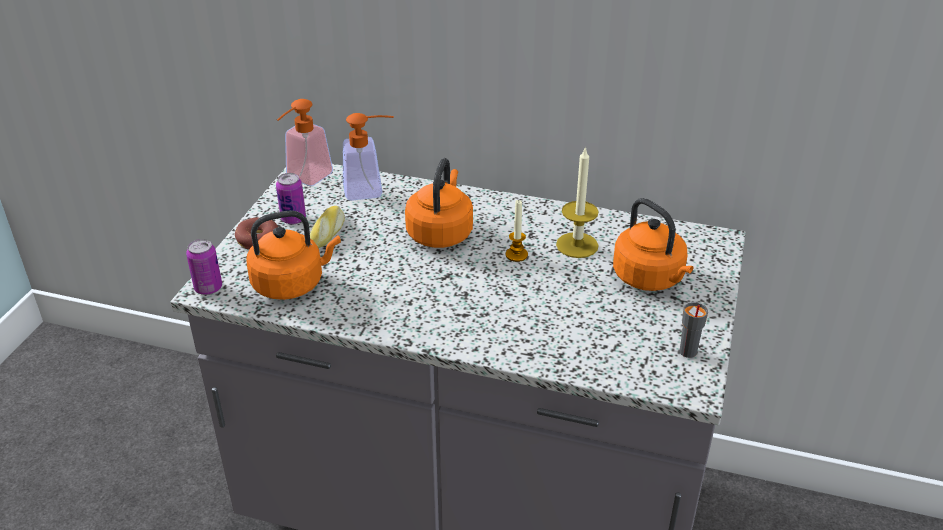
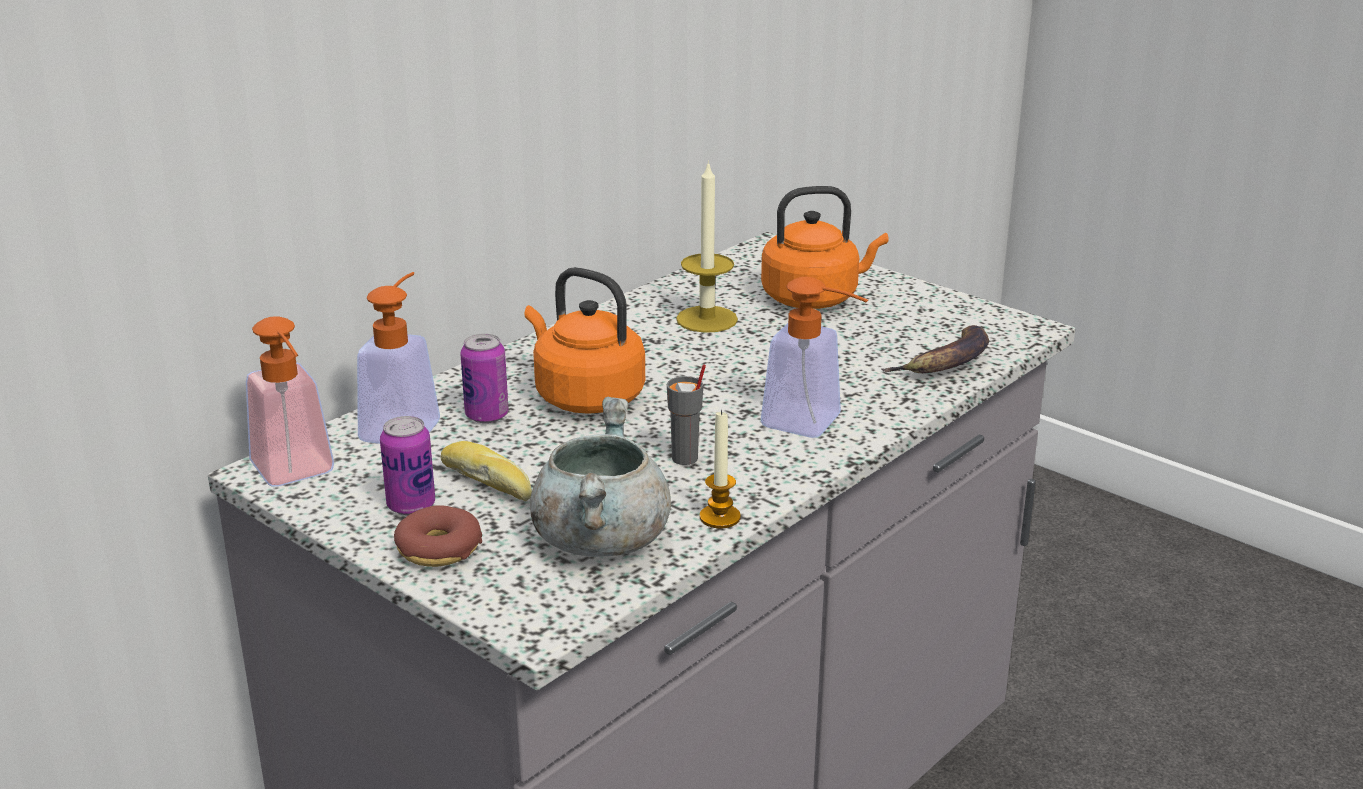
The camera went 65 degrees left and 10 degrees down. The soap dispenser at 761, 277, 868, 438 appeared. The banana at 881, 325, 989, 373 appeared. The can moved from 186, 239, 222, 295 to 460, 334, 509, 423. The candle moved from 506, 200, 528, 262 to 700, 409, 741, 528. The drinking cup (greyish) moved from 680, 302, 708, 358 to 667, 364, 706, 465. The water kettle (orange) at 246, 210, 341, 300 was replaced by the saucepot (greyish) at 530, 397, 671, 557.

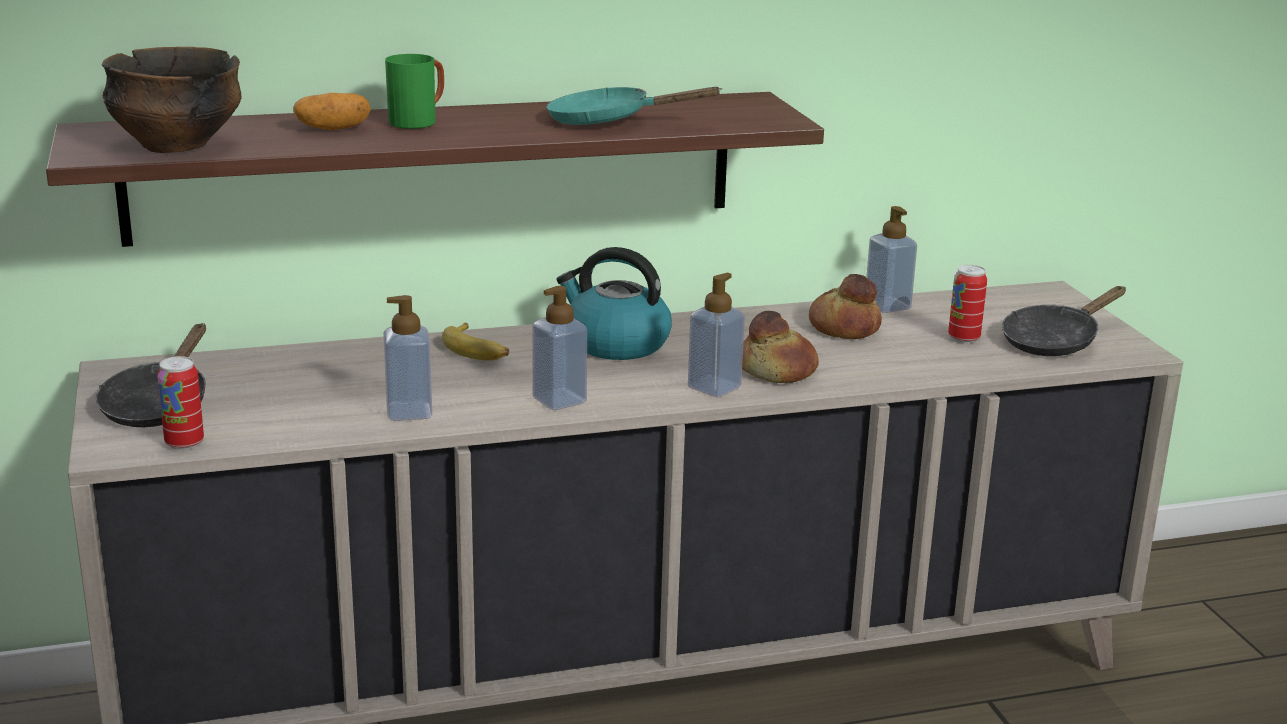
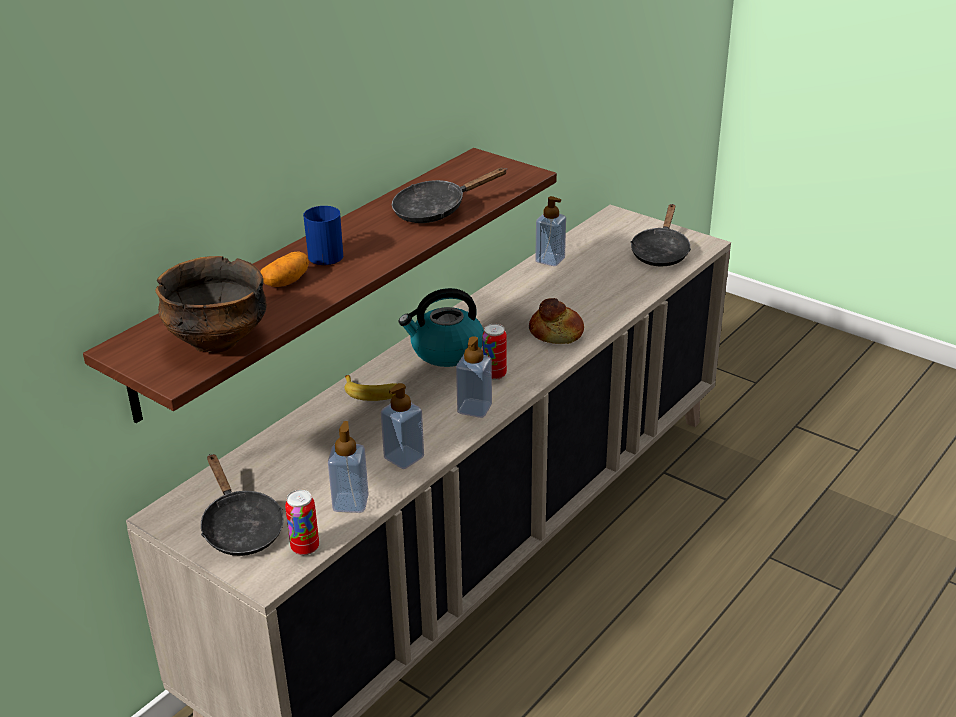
The camera went 35 degrees left and 10 degrees up. The baked bread at 809, 274, 882, 339 disappeared. The soap dispenser moved from 688, 273, 745, 397 to 328, 421, 369, 513. The can moved from 948, 265, 987, 343 to 482, 324, 507, 380. The coffee mug (greenish) at 385, 54, 444, 129 became the coffee mug (blue-coloured) at 303, 206, 343, 265. The frying pan (turquoise) at 546, 87, 722, 125 became the frying pan (black) at 392, 167, 507, 223.

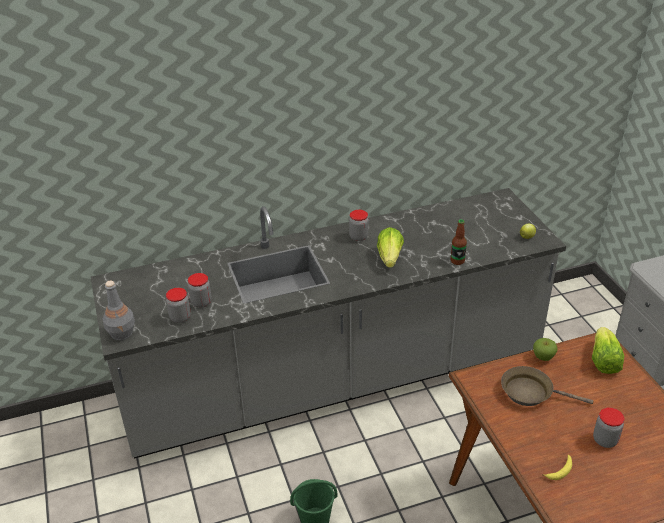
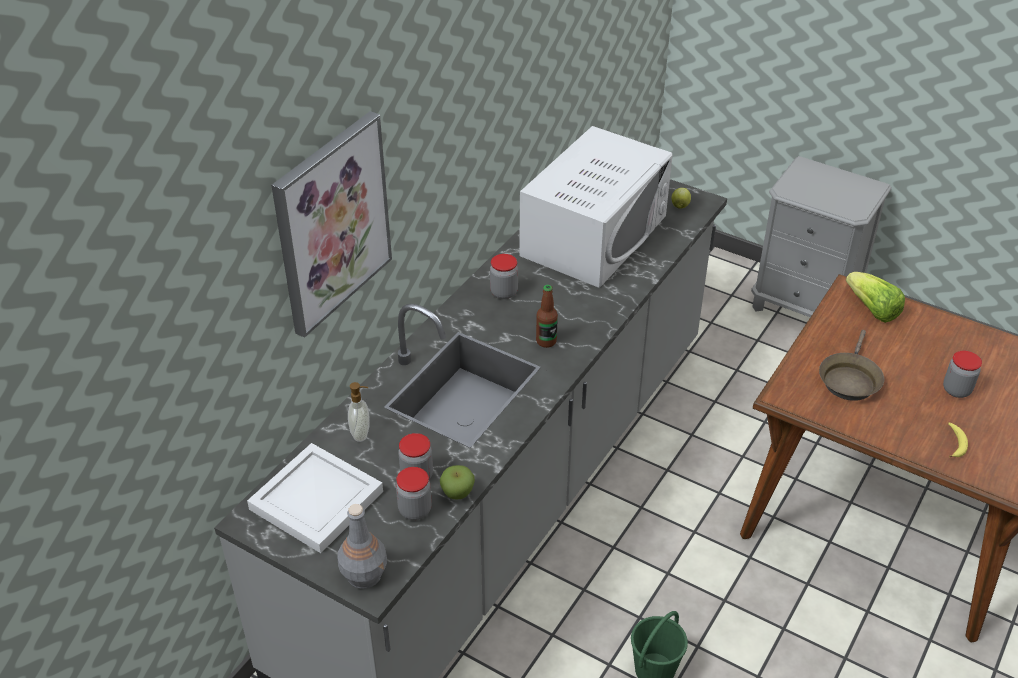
The camera went 40 degrees left and 5 degrees up. The lettuce head at 377, 227, 404, 268 disappeared. The serving tray (white-coloured) at 247, 443, 383, 553 appeared. The wall picture at 271, 111, 392, 338 appeared. The soap dispenser at 348, 382, 370, 442 appeared. The kitchen microwave (white-coloured) at 519, 126, 673, 288 appeared. The drink bottle moved from 451, 219, 467, 265 to 536, 285, 558, 348. The whole apple moved from 533, 338, 558, 361 to 440, 465, 475, 500. The frying pan (brown-coloured) at 501, 366, 593, 406 turned 45 degrees counterclockwise.

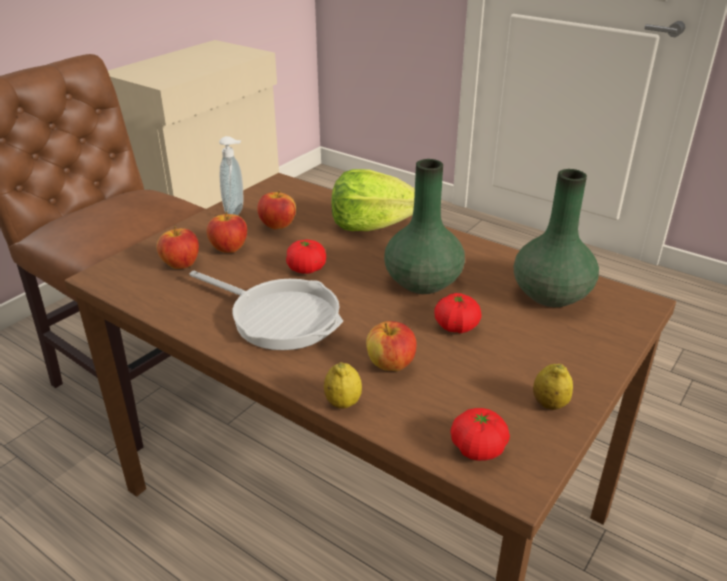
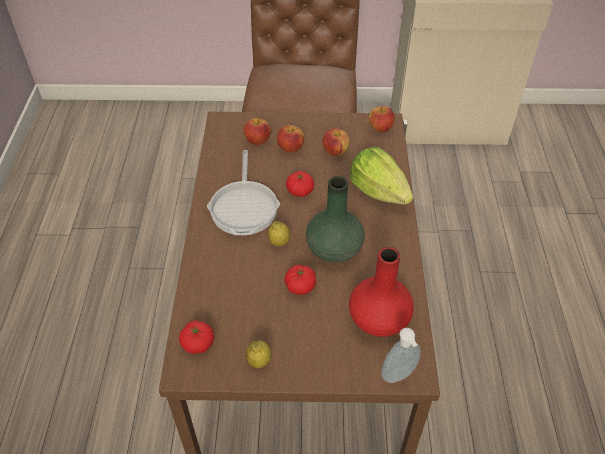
The camera went 55 degrees right and 15 degrees up. The soap dispenser moved from 219, 136, 243, 215 to 381, 328, 421, 383. The citrus fruit moved from 324, 362, 362, 409 to 268, 221, 290, 246. The whole apple moved from 366, 321, 416, 371 to 369, 106, 395, 133. The flower vase (greenish) at 513, 169, 599, 307 became the flower vase (red-coloured) at 349, 247, 414, 337.

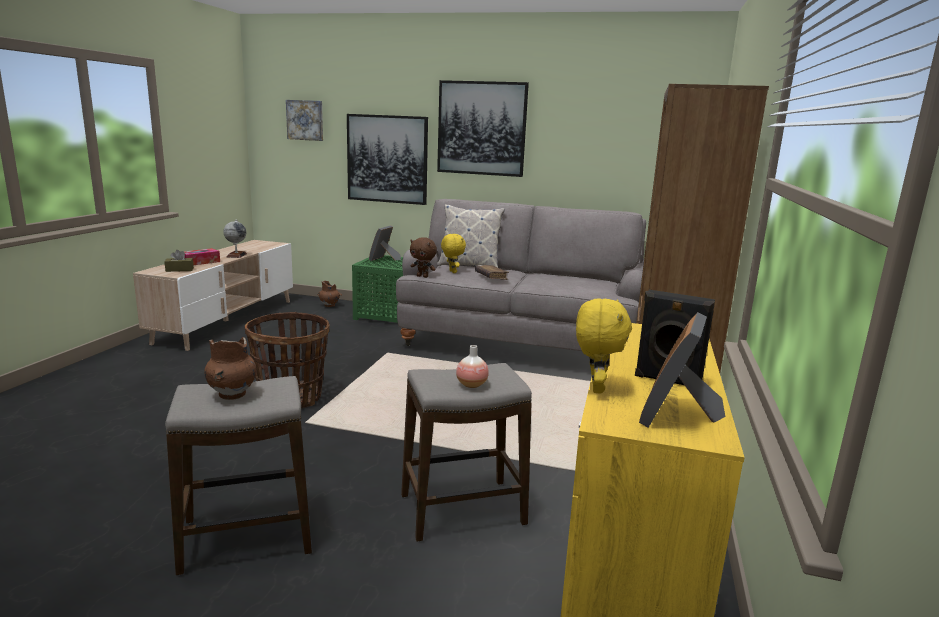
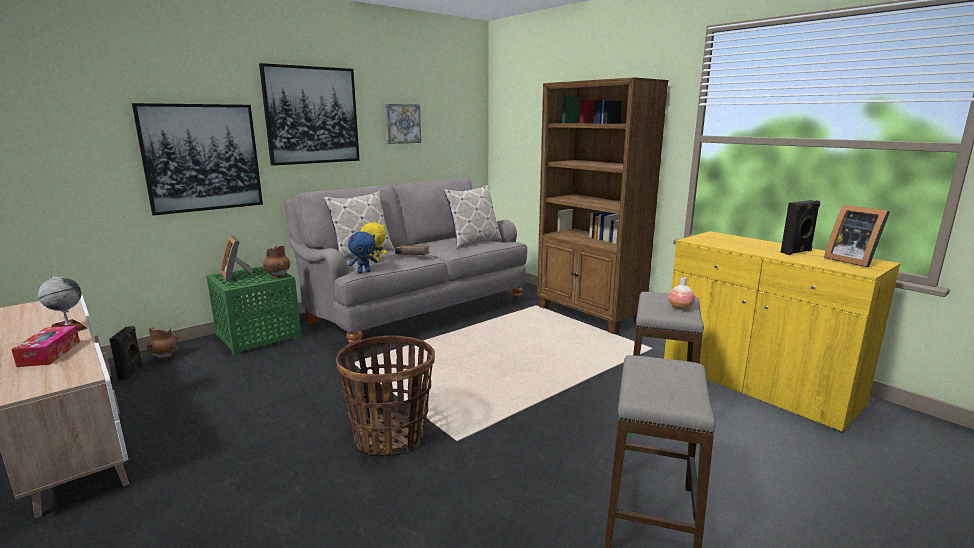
The camera went 55 degrees left and 0 degrees up. The tissue holder (brown-coloured) at 164, 250, 194, 272 disappeared. The cuddly toy (yellow) at 576, 298, 632, 394 disappeared. The audio speaker (black) at 109, 326, 143, 380 appeared. The throw pillow at 443, 185, 502, 248 appeared. The flower vase (brown-coloured) moved from 204, 337, 257, 400 to 263, 246, 290, 278. The wall picture moved from 286, 100, 323, 141 to 385, 104, 421, 144. The cuddly toy (brown-coloured) at 410, 237, 437, 278 became the cuddly toy (blue-coloured) at 348, 232, 378, 274.

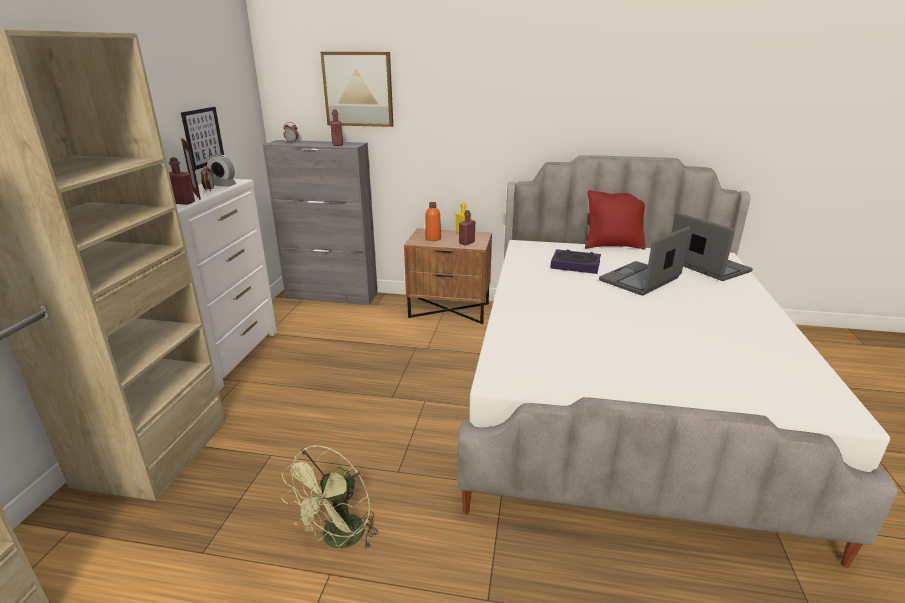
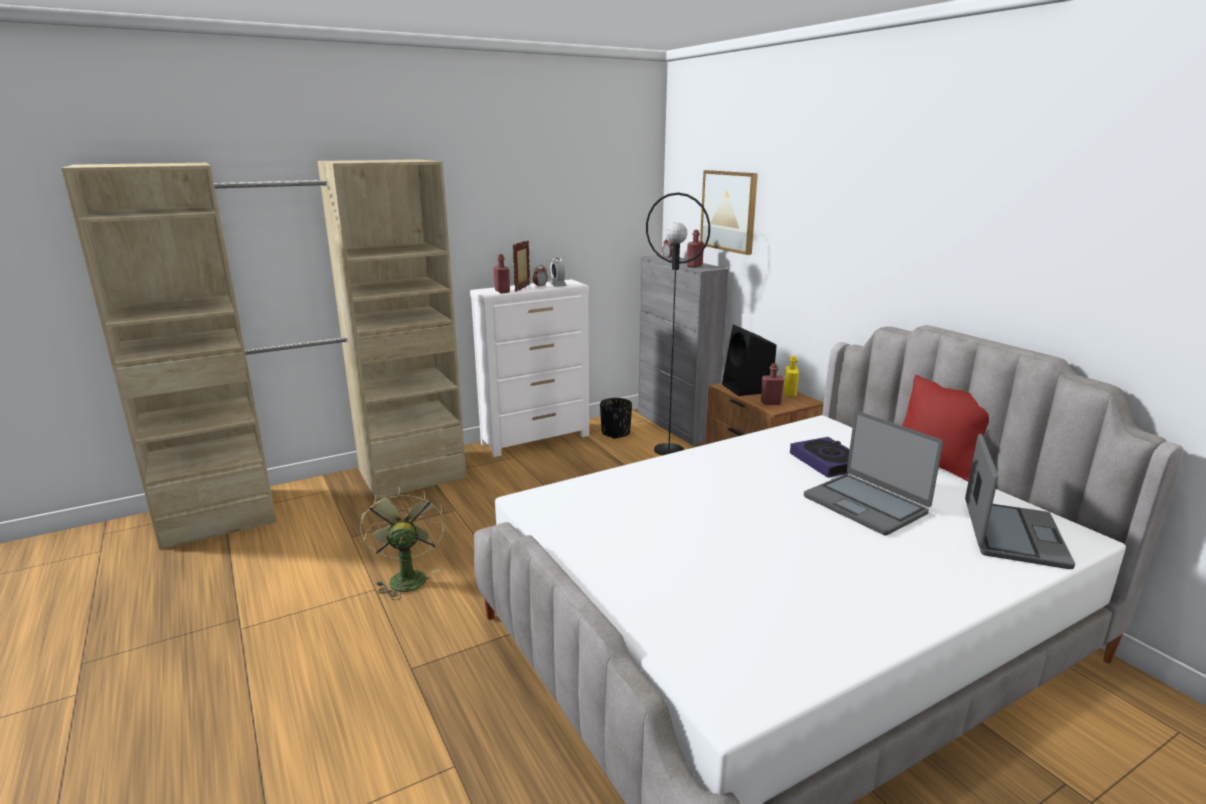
The camera went 50 degrees right and 5 degrees down. The wall picture at 181, 107, 224, 170 disappeared. The plant pot (black) at 600, 398, 632, 439 appeared. The standard lamp (black) at 646, 192, 710, 455 appeared. The drink bottle (orange) at 425, 202, 441, 241 was replaced by the audio speaker (black) at 722, 324, 777, 396. The cooling fan (greenish) at 281, 445, 379, 550 turned 90 degrees clockwise. The laptop at 599, 226, 691, 296 turned 135 degrees counterclockwise.

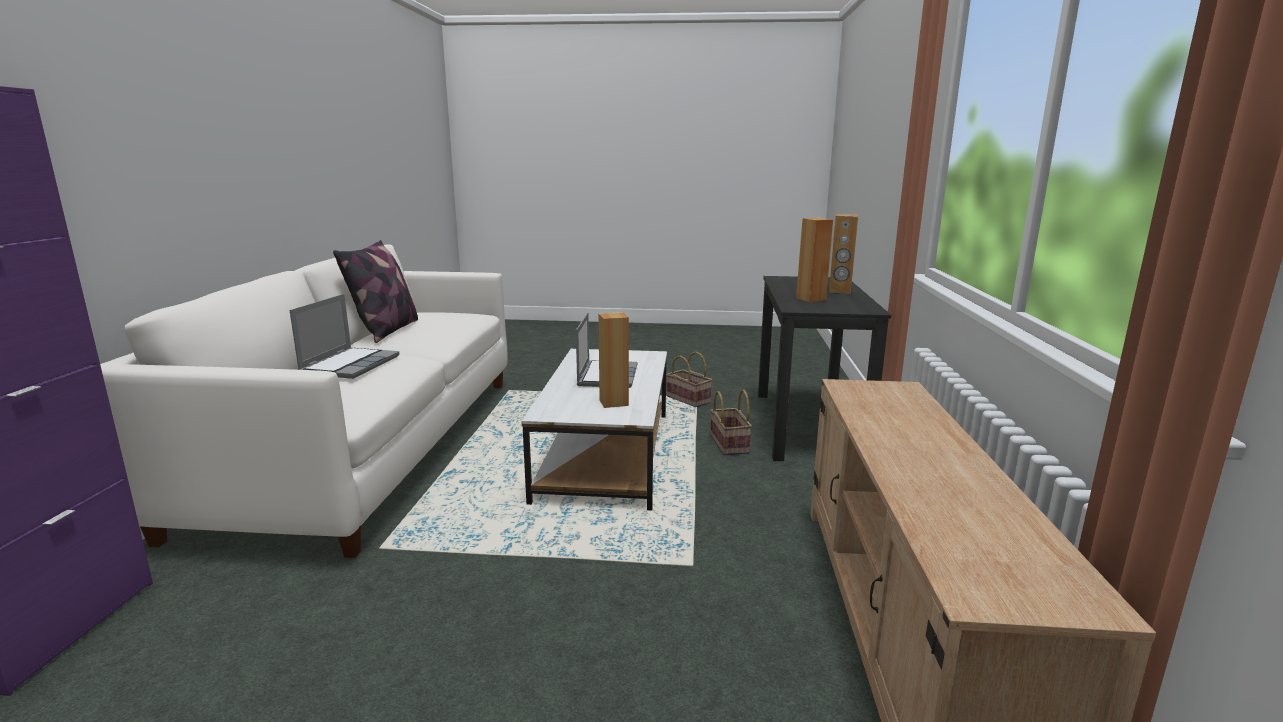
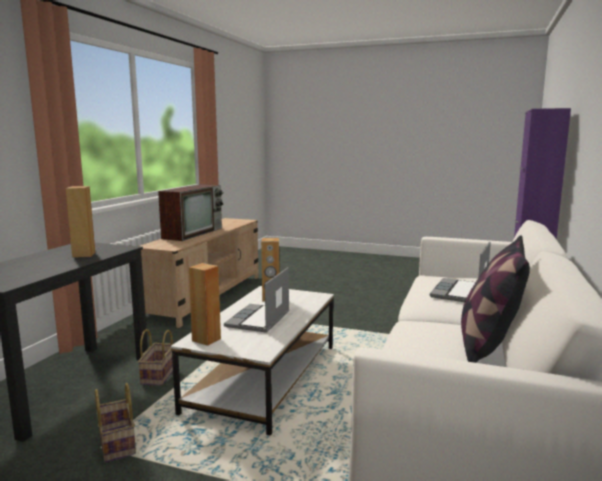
The camera went 165 degrees left and 5 degrees down. The TV at 158, 184, 224, 241 appeared. The audio speaker (brown-coloured) moved from 829, 214, 858, 294 to 189, 263, 221, 346.

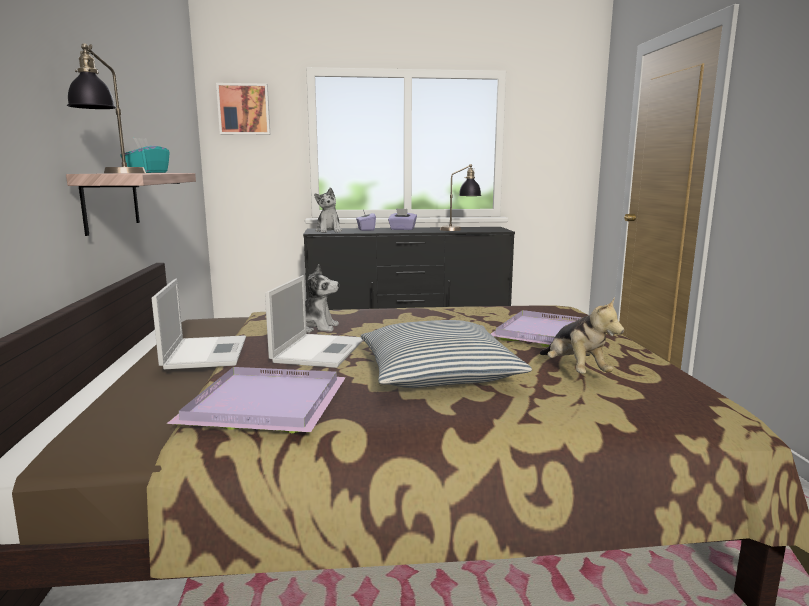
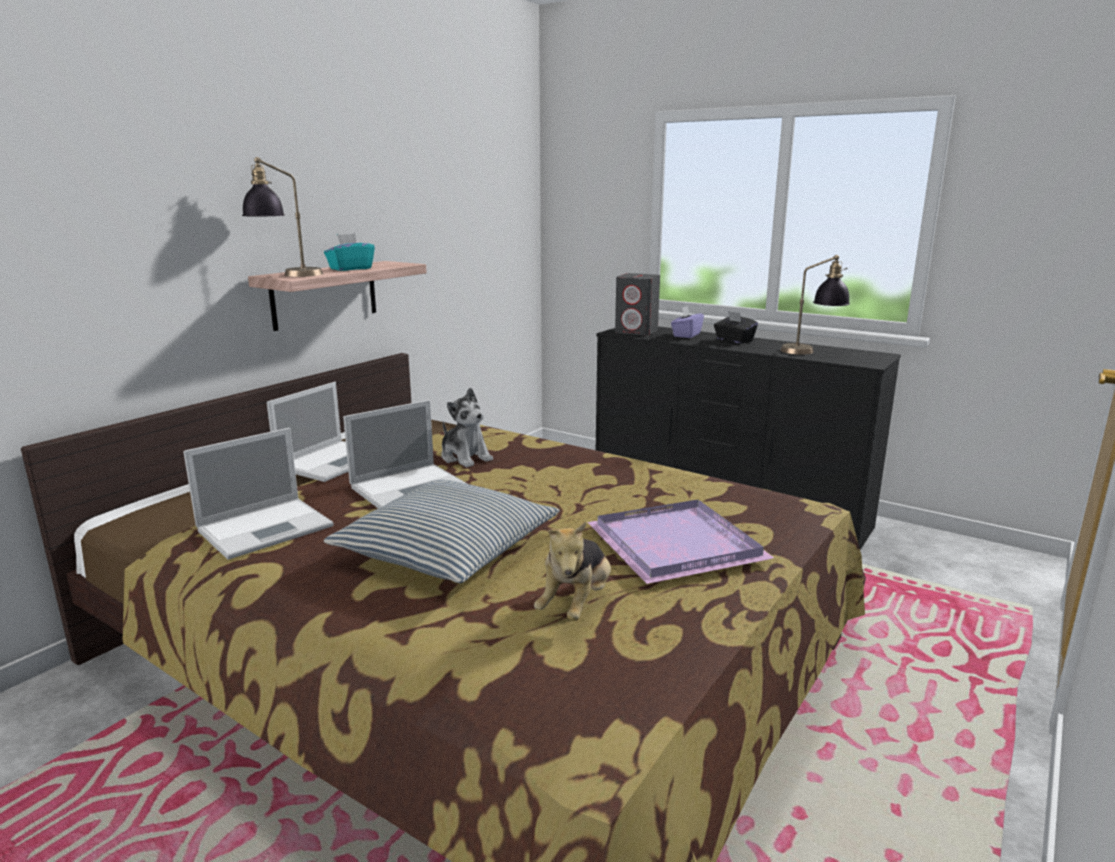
The camera went 40 degrees right and 5 degrees up. The wall picture at 216, 83, 270, 135 disappeared. The serving tray (purple-coloured) at 166, 367, 346, 433 was replaced by the laptop at 183, 428, 334, 560. The cuddly toy at 314, 187, 342, 233 was replaced by the audio speaker (greyish) at 615, 273, 660, 336. The tissue holder (purple-coloured) at 388, 208, 417, 230 became the tissue holder (black) at 714, 311, 758, 344.

